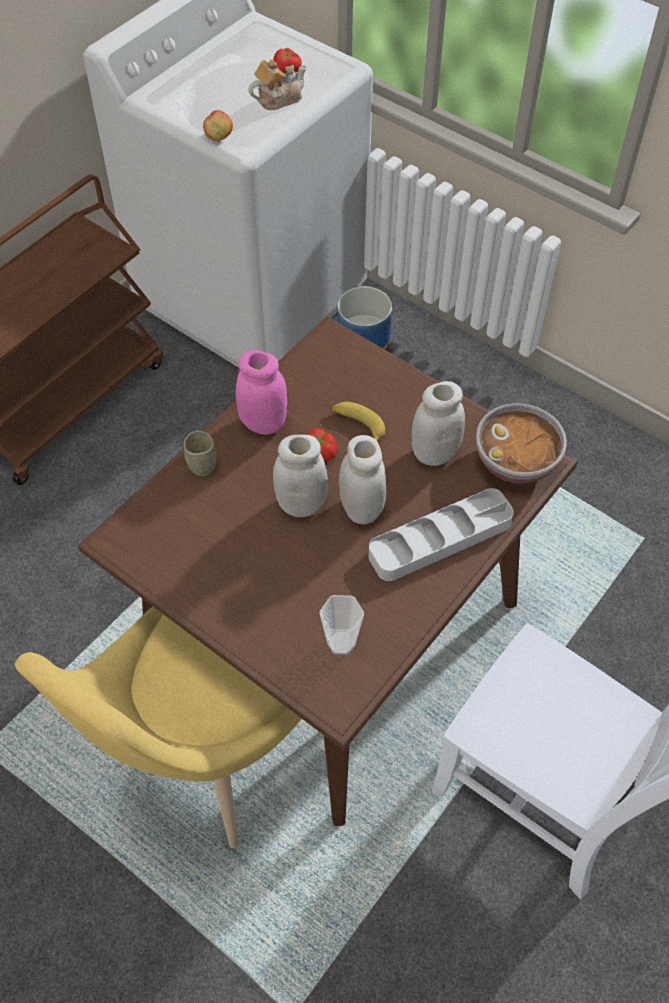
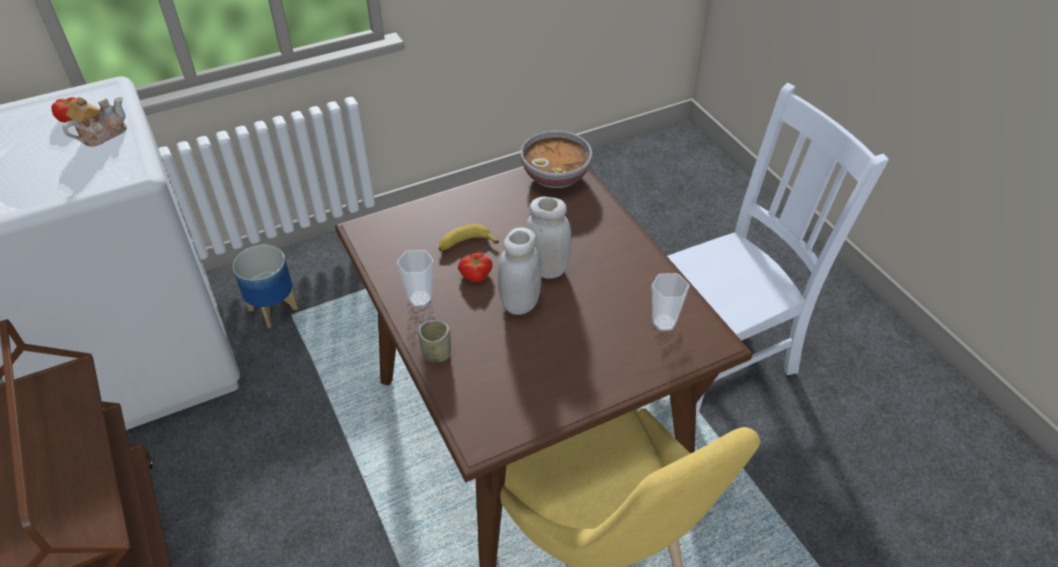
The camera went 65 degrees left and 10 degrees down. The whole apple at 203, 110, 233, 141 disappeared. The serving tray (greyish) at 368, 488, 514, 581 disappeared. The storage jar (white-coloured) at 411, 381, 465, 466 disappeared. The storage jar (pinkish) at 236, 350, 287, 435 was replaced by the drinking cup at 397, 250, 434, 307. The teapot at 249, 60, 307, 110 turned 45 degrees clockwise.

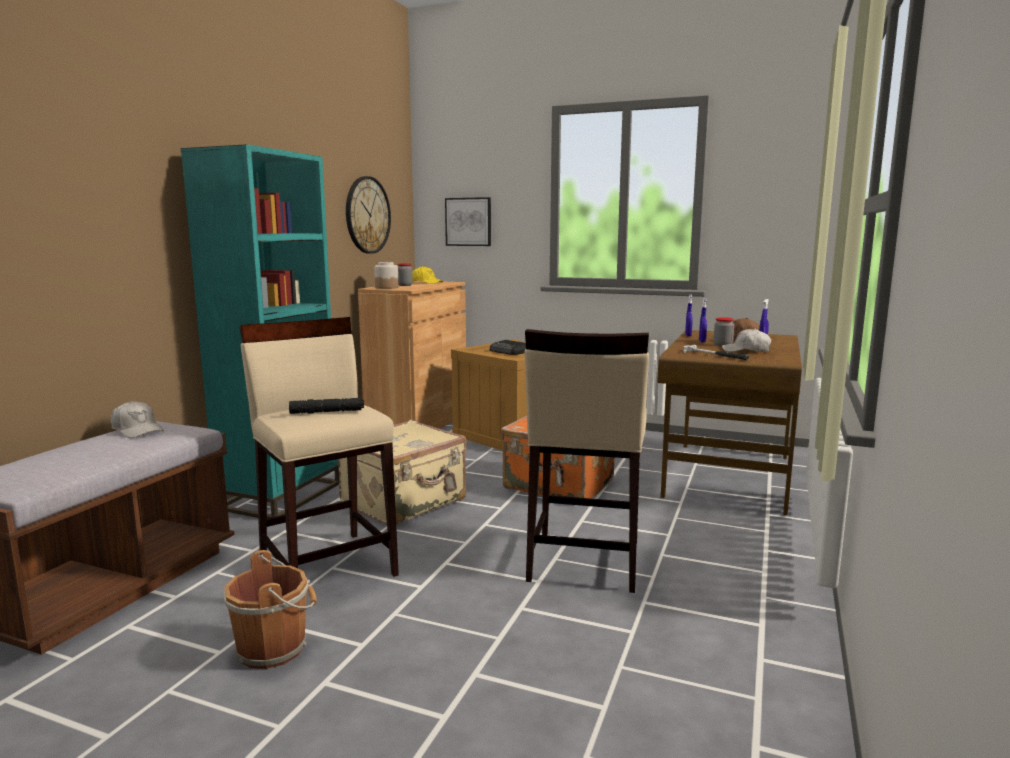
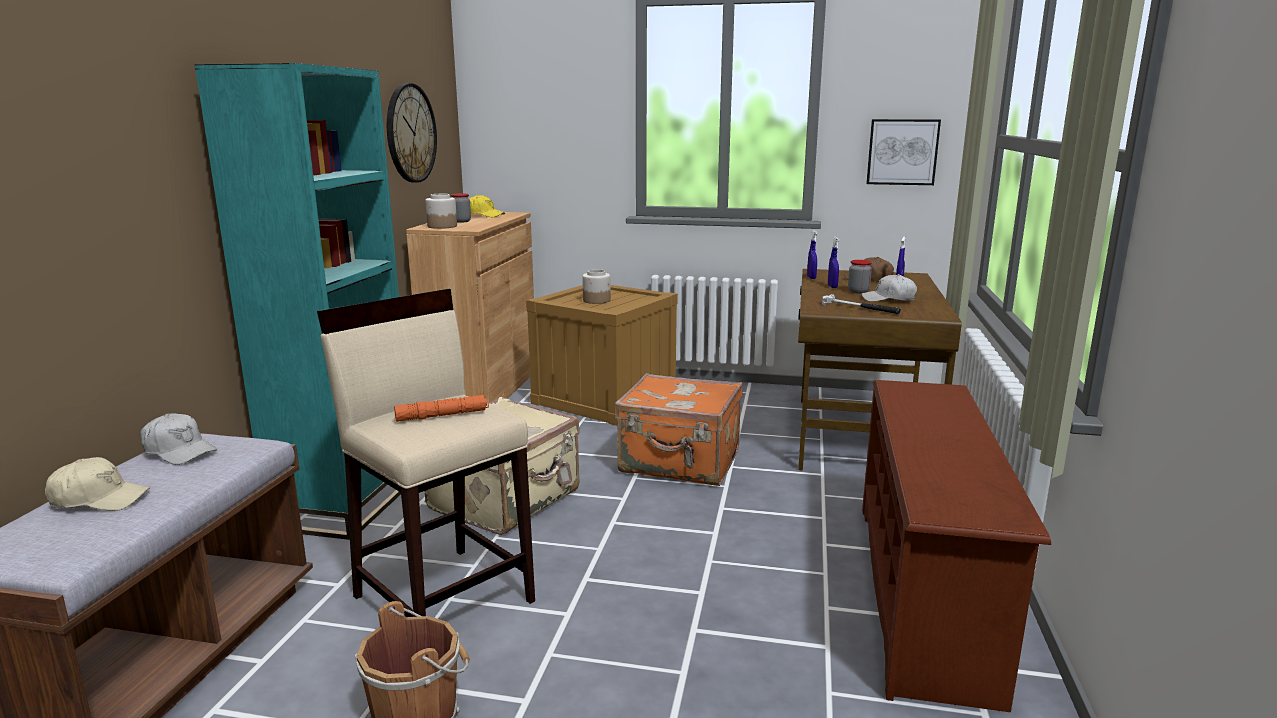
The camera went 10 degrees left and 5 degrees up. The stool seat (sand-coloured) at 525, 329, 649, 593 disappeared. The cap (sand-coloured) at 45, 457, 150, 511 appeared. The shoe stand (brown-coloured) at 862, 380, 1051, 712 appeared. The wall picture moved from 445, 197, 491, 246 to 866, 119, 941, 185. The radio receiver at 490, 340, 526, 355 was replaced by the storage jar at 582, 269, 611, 304. The flashlight (black) at 289, 398, 364, 414 became the flashlight (orange) at 394, 395, 489, 422.

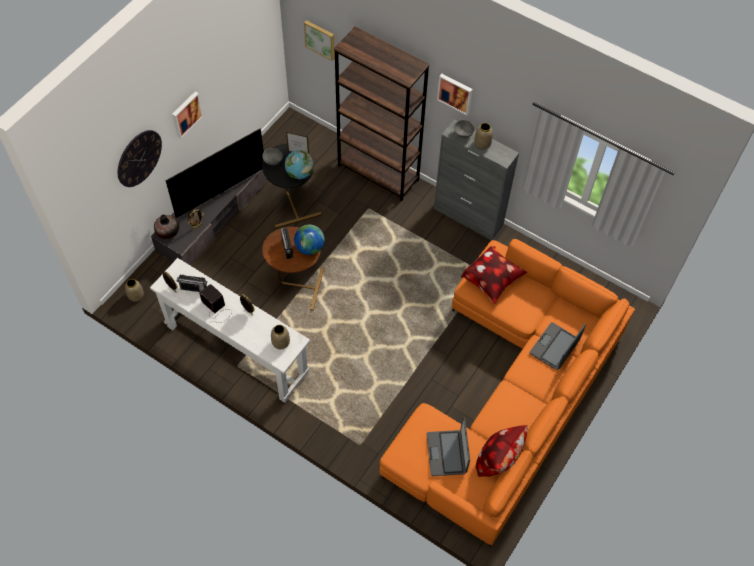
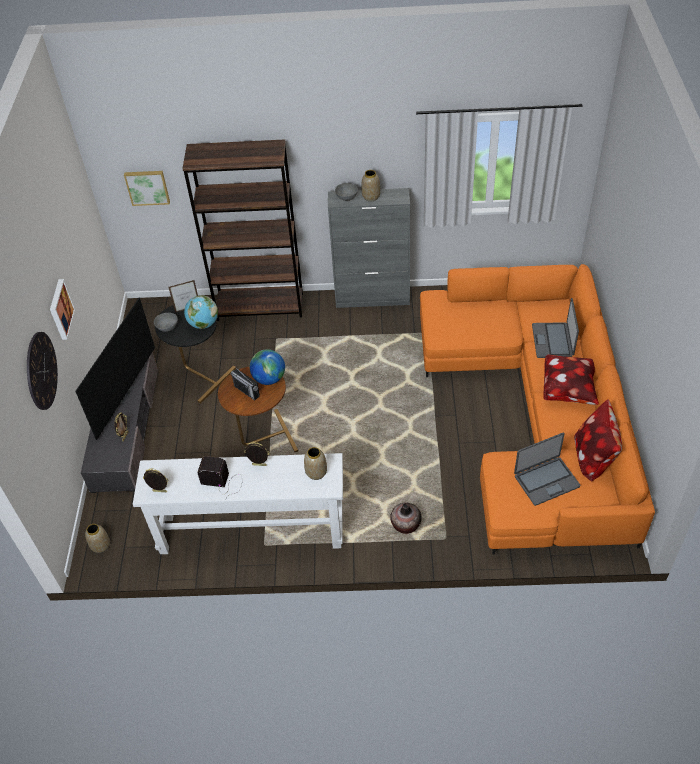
The camera went 30 degrees left and 10 degrees down. The radio receiver at 177, 274, 207, 292 disappeared. The wall picture at 437, 74, 473, 115 disappeared. The flower vase moved from 154, 214, 179, 239 to 390, 503, 422, 534. The throw pillow moved from 461, 246, 527, 304 to 543, 355, 599, 405. The laptop at 427, 417, 470, 476 turned 75 degrees counterclockwise.

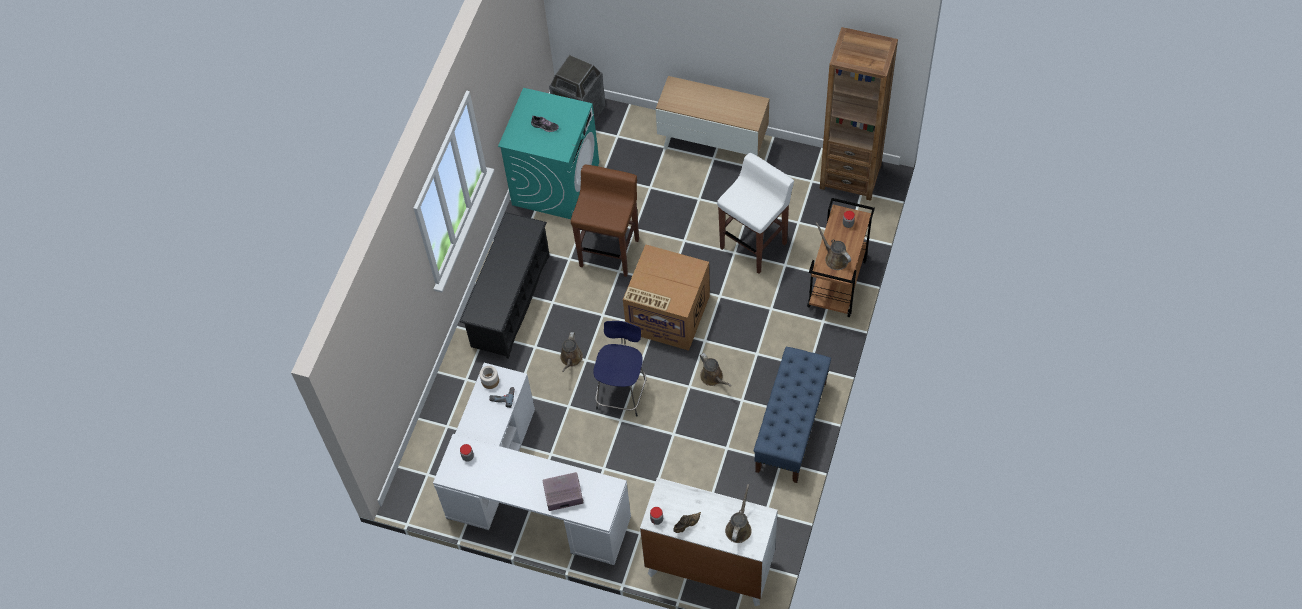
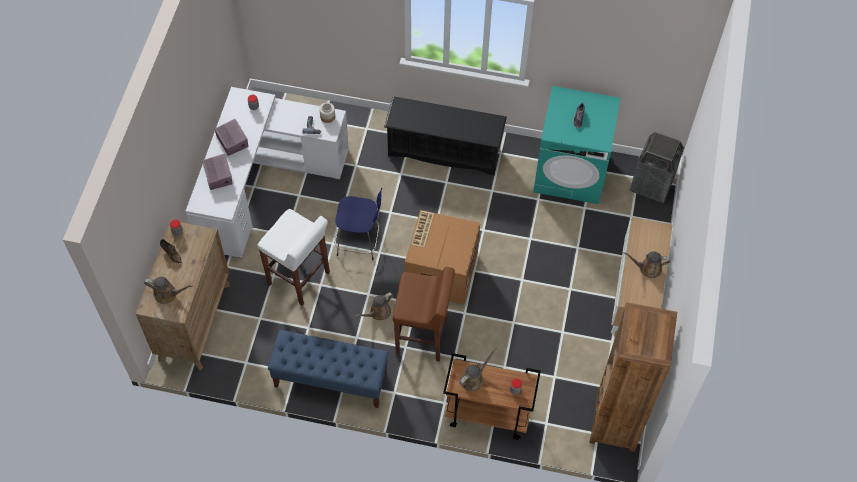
The camera went 80 degrees right and 0 degrees up. The radio receiver at 215, 119, 249, 156 appeared. The watering pot (brown-coloured) moved from 560, 332, 583, 372 to 623, 251, 670, 278. The stool seat (brown-coloured) moved from 571, 165, 639, 277 to 393, 267, 455, 362. The stool seat (white-coloured) moved from 717, 153, 794, 274 to 257, 209, 330, 306. The drawer chest (white-coloured) at 640, 477, 778, 606 became the drawer chest (brown-coloured) at 136, 220, 230, 370.

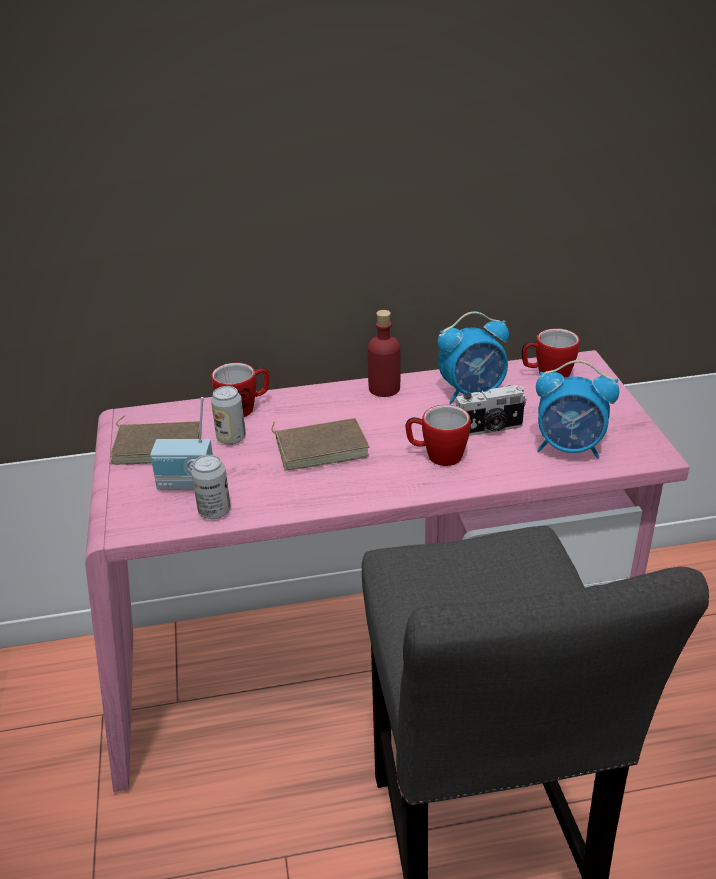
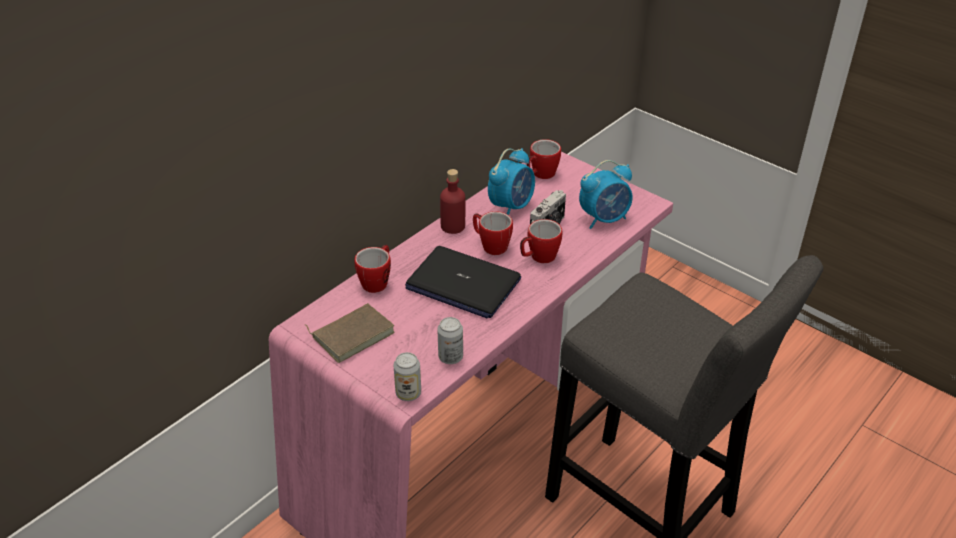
The camera went 40 degrees left and 5 degrees up. The radio receiver at 150, 397, 213, 490 disappeared. The coffee mug at 473, 211, 513, 255 appeared. The can moved from 211, 386, 246, 445 to 394, 352, 421, 401. The bound book (brown-coloured) at 271, 418, 369, 471 was replaced by the laptop at 405, 246, 521, 319.

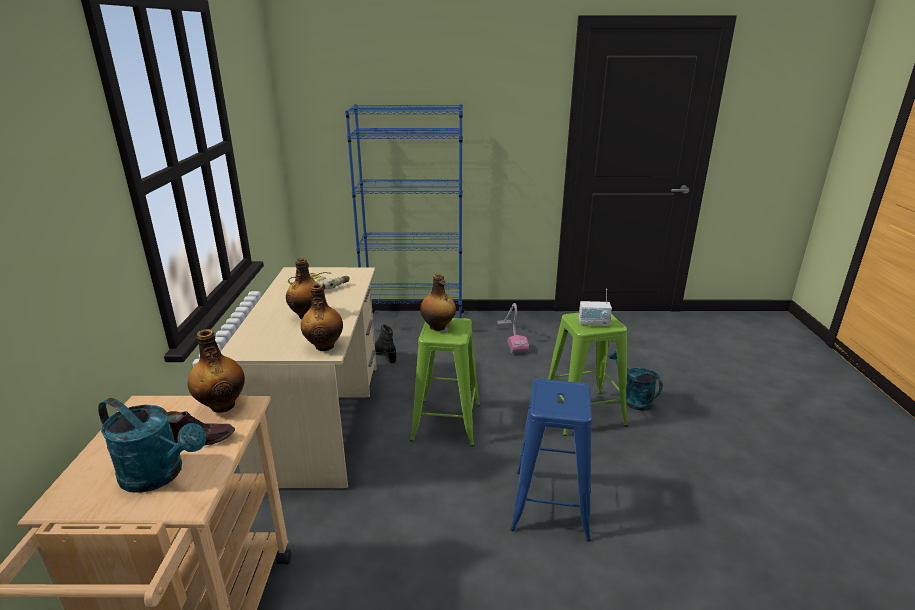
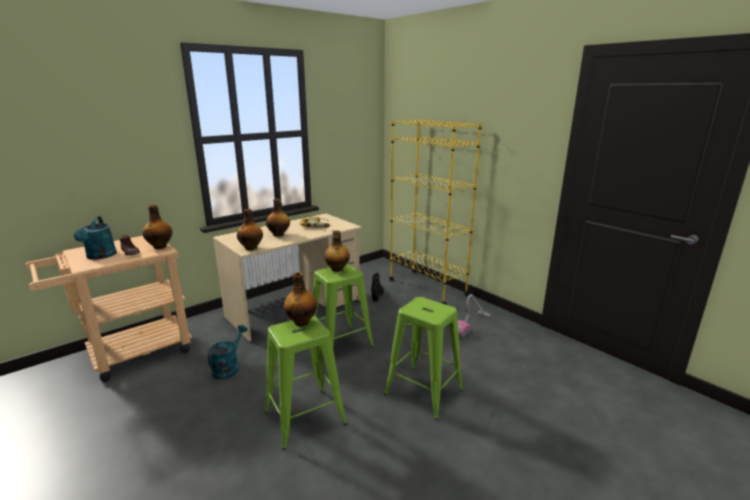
The camera went 50 degrees right and 5 degrees down. The radio receiver at 579, 289, 612, 327 disappeared. The drink bottle at 284, 272, 317, 326 appeared. The watering pot (turquoise) moved from 608, 350, 662, 411 to 208, 325, 248, 379. The bookcase (blue-coloured) at 345, 104, 464, 318 became the bookcase (yellow) at 389, 119, 482, 305. The stool seat (blue-coloured) at 510, 379, 592, 542 became the stool seat (greenish) at 264, 316, 347, 450.

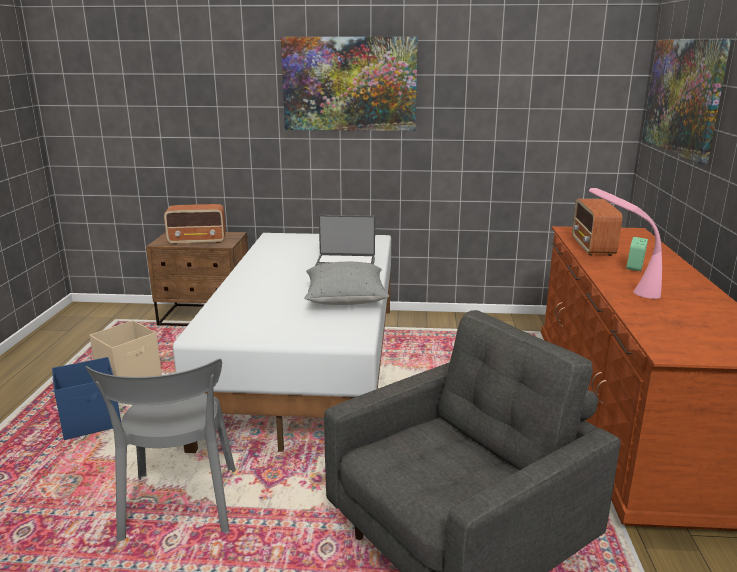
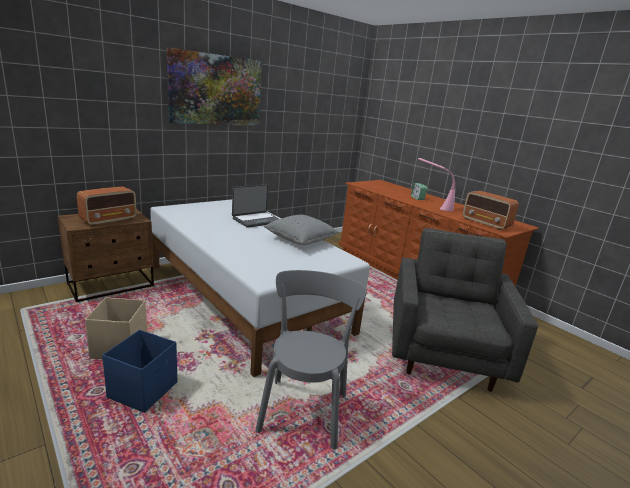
The camera went 45 degrees left and 0 degrees up. The wall picture at 642, 39, 731, 164 disappeared. The radio receiver moved from 572, 199, 622, 256 to 463, 191, 519, 230. The upright chair (greyish) at 86, 359, 236, 541 turned 120 degrees counterclockwise.

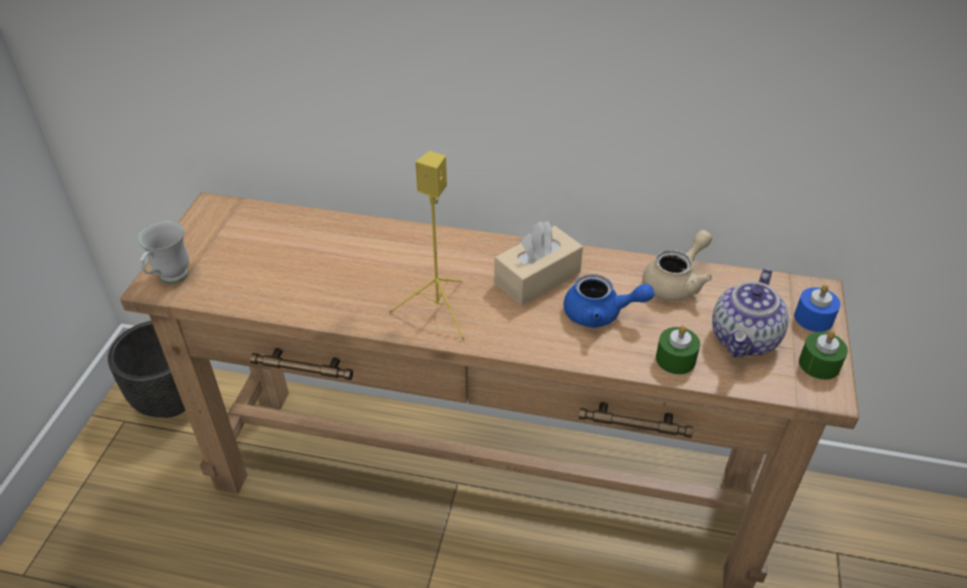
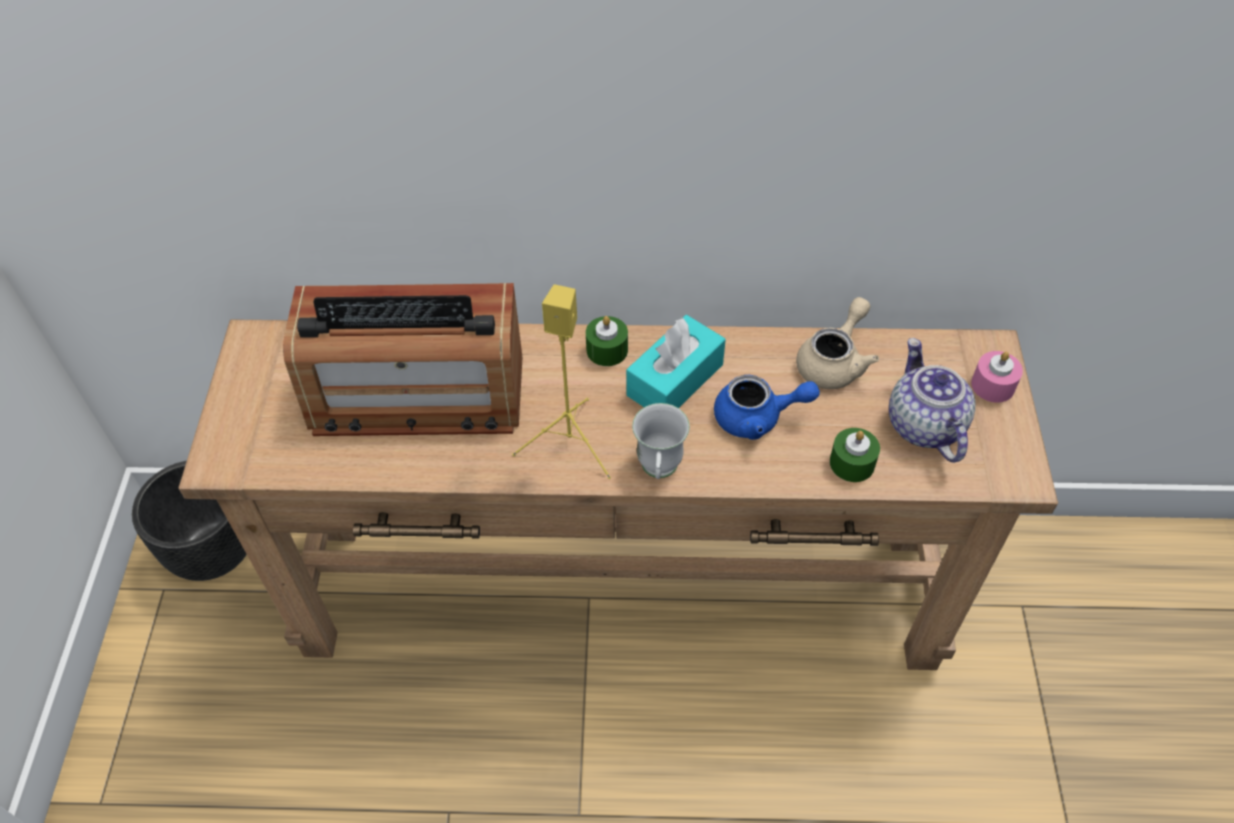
The camera went 10 degrees left and 10 degrees up. The radio receiver at 283, 283, 523, 436 appeared. The coffee mug (white-coloured) moved from 137, 220, 189, 283 to 632, 403, 690, 479. The candle (greenish) moved from 799, 330, 848, 380 to 586, 316, 628, 366. The tissue holder (sand-coloured) at 494, 221, 583, 306 became the tissue holder (turquoise) at 626, 315, 726, 408. The candle (blue-coloured) at 794, 285, 840, 332 became the candle (pinkish) at 971, 351, 1023, 403. The teapot at 712, 268, 789, 357 turned 150 degrees clockwise.

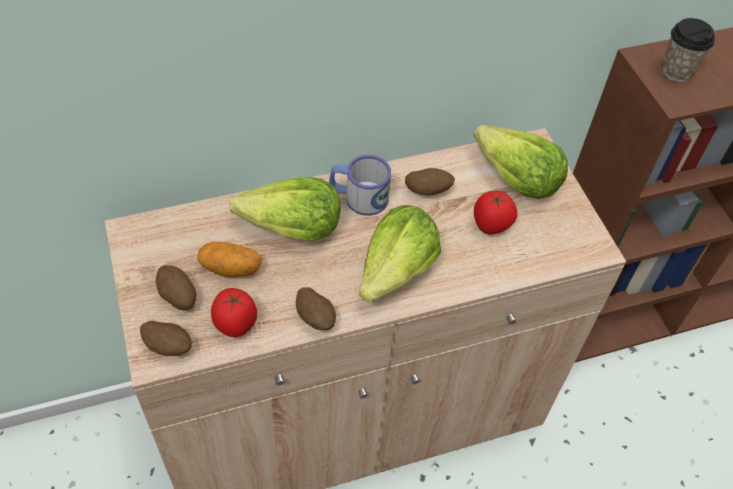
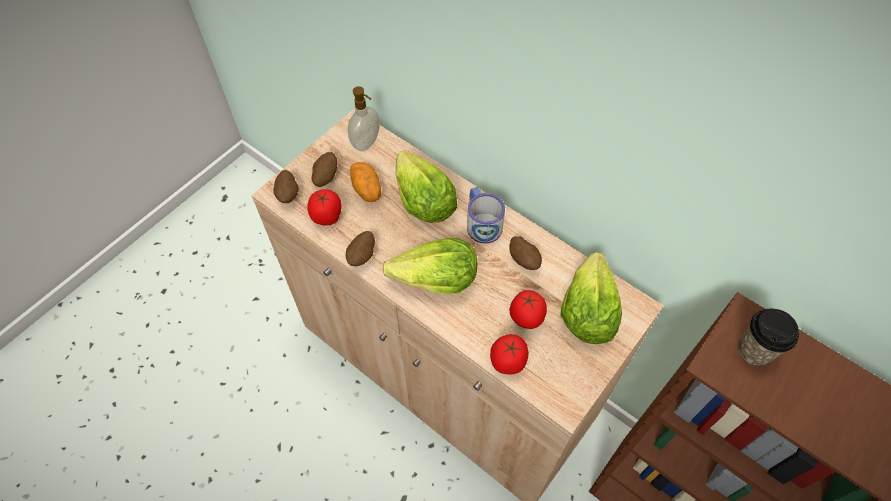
The camera went 60 degrees right and 5 degrees up. The soap dispenser at 348, 86, 380, 151 appeared. The whole tomato at 490, 334, 529, 375 appeared.

